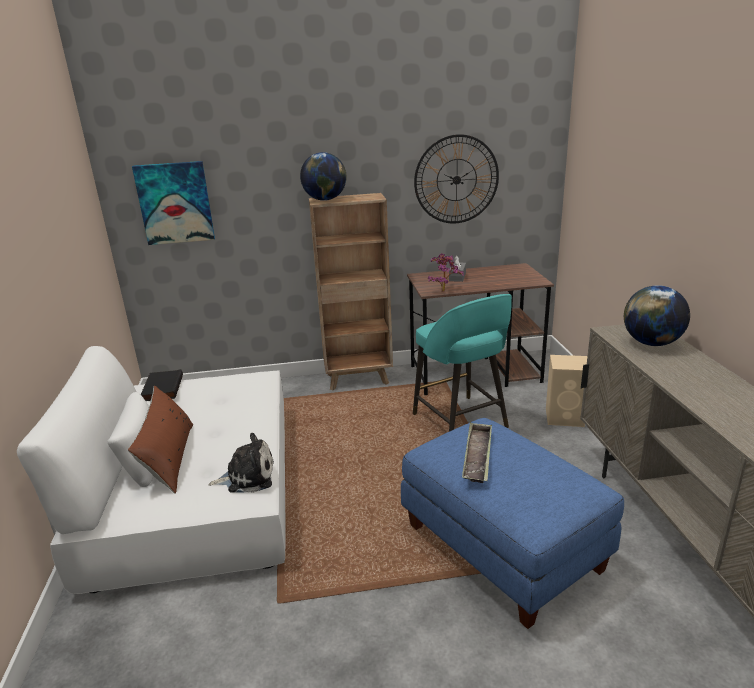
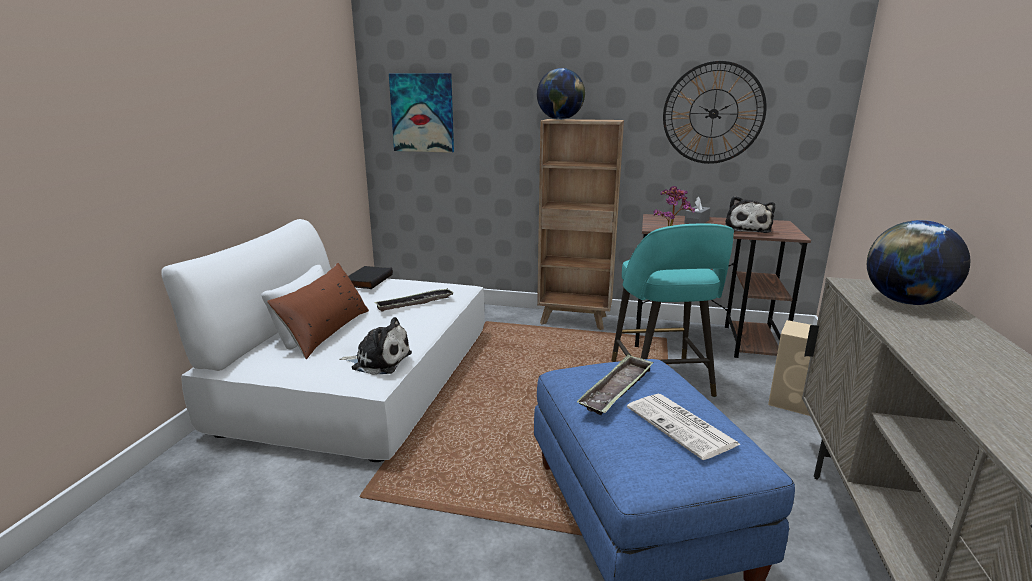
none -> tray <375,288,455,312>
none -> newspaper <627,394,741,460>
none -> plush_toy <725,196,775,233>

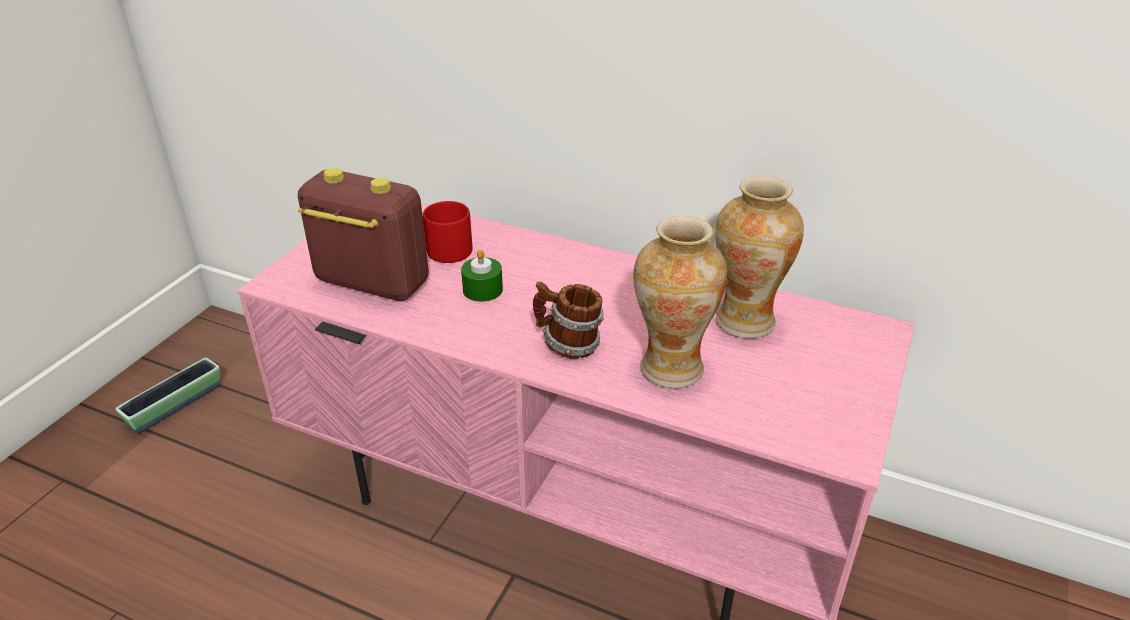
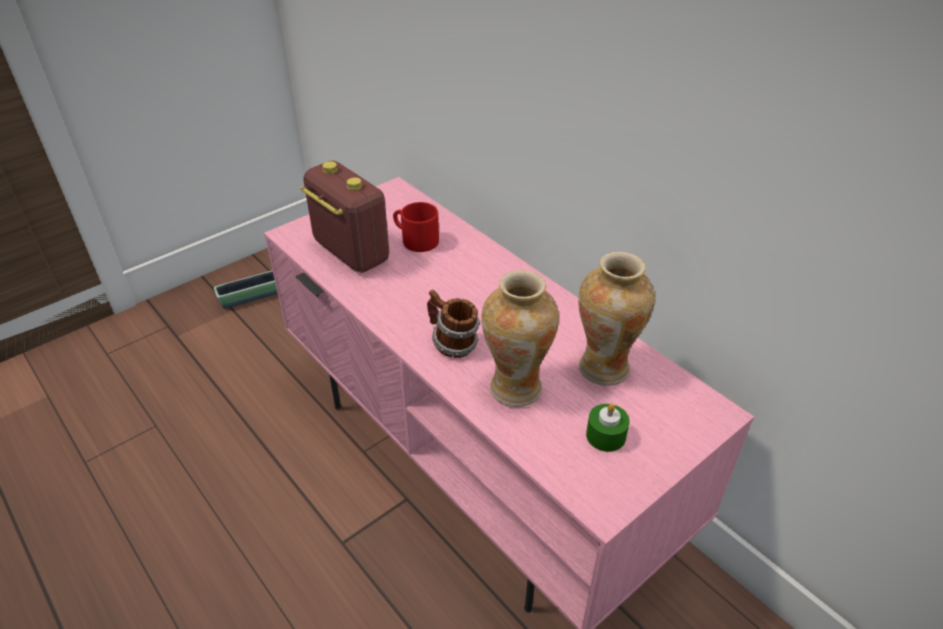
green_candle <461,249,503,302> -> green_candle <586,404,630,452>, moved

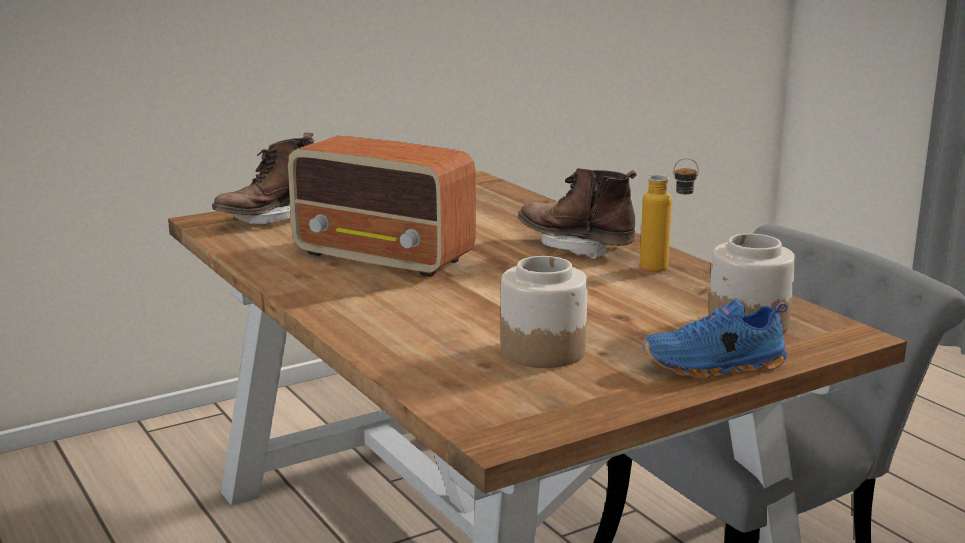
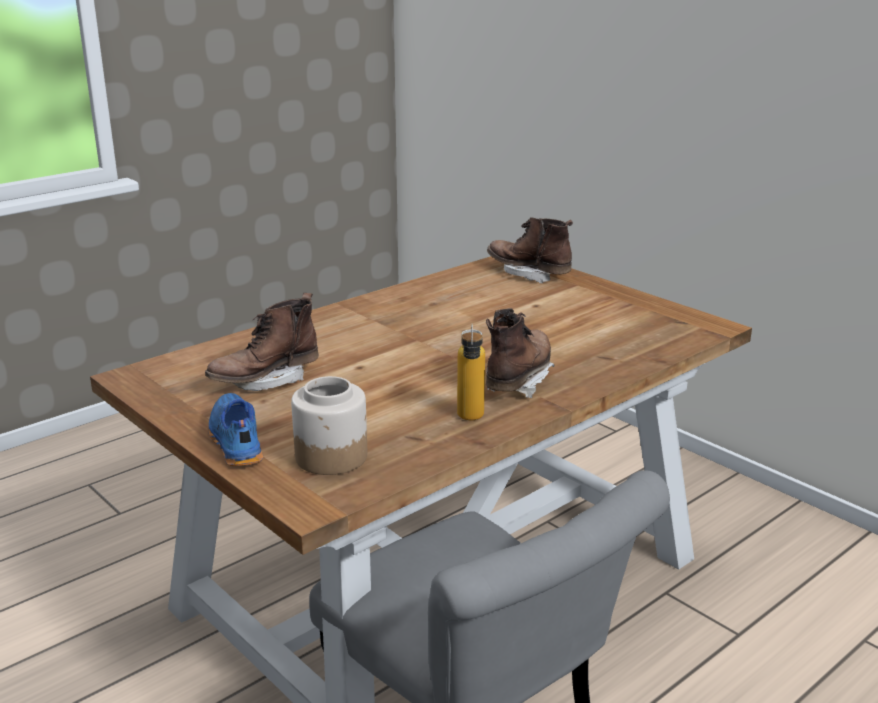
radio <288,136,476,277> -> none
jar <501,256,588,368> -> brown_boot <205,293,319,391>

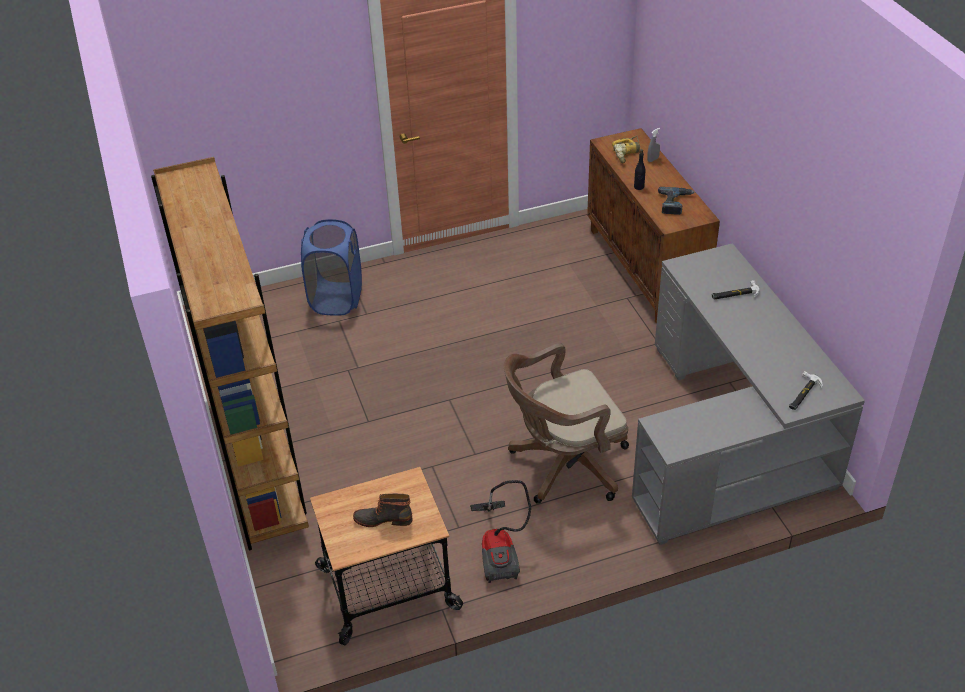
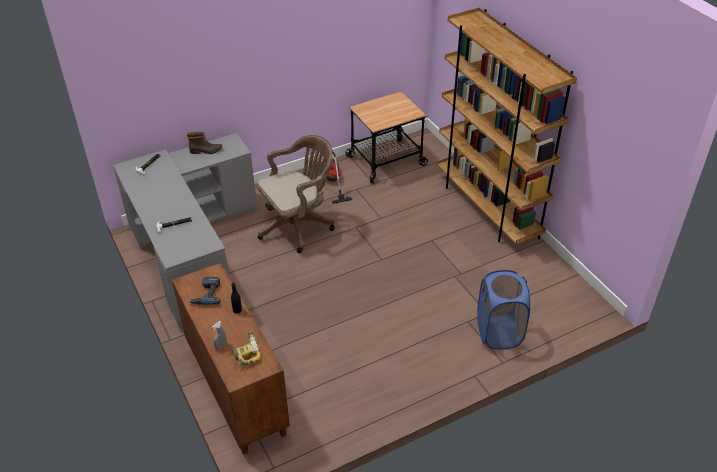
boot <353,494,413,527> -> boot <187,132,222,154>, moved

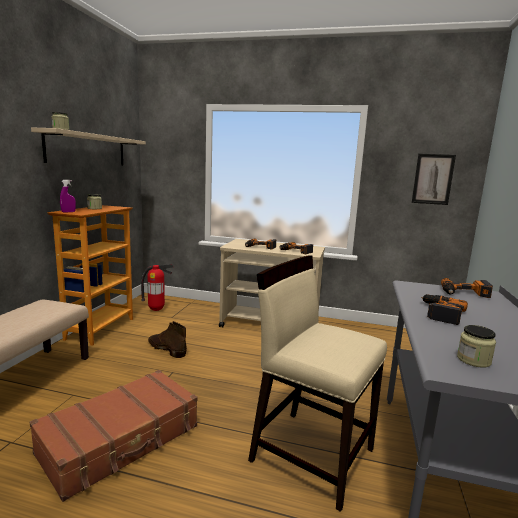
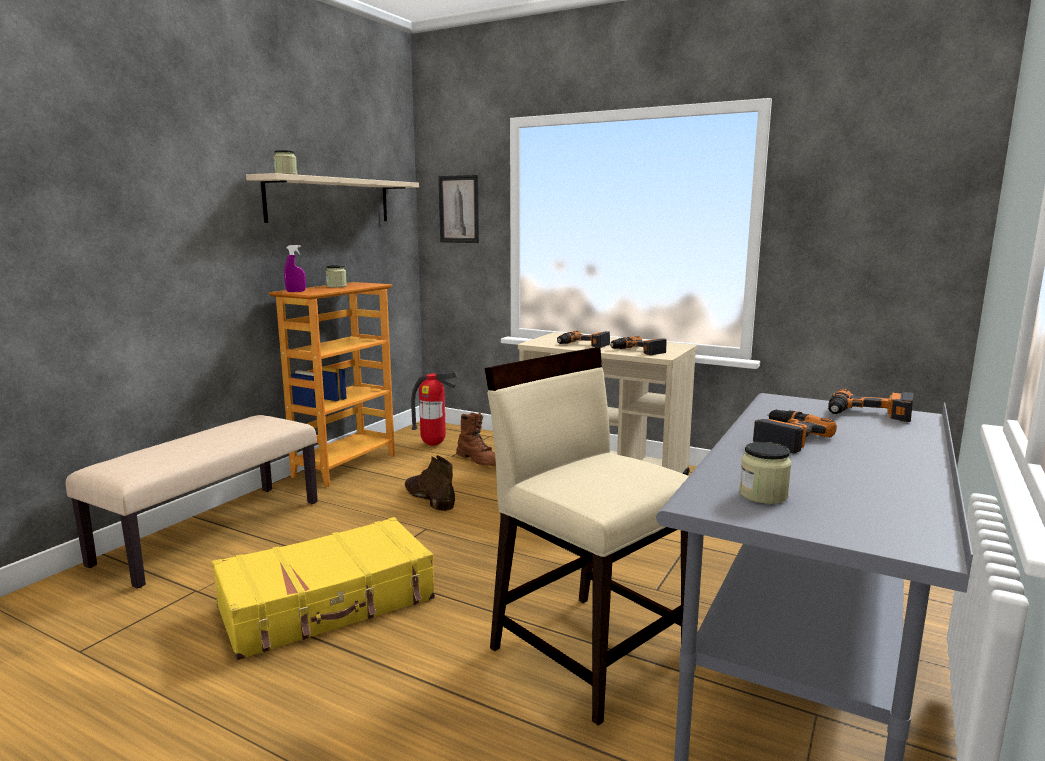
none -> brown_boot <456,412,496,466>
picture <412,154,456,205> -> picture <438,175,479,243>, moved
brown_suitcase <30,370,197,502> -> yellow_suitcase <212,517,435,660>

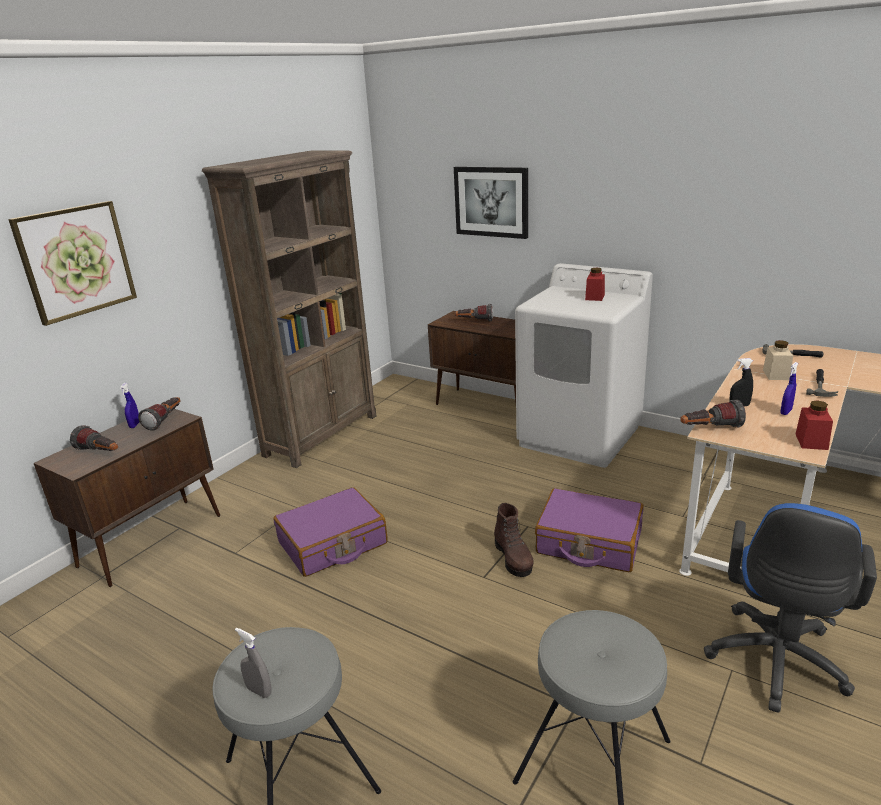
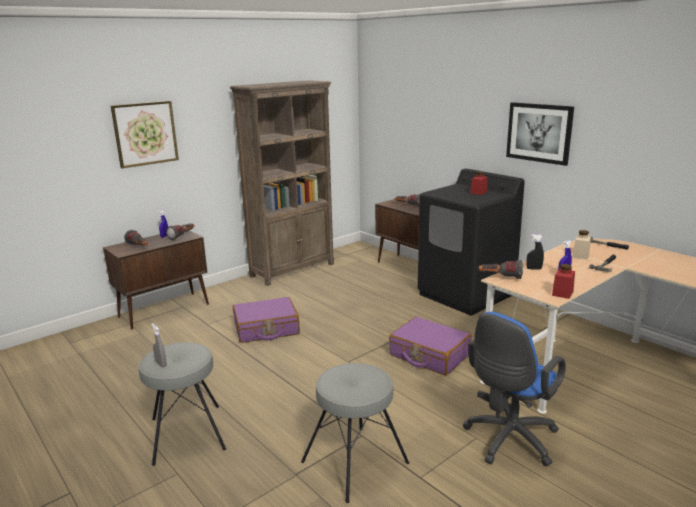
brown_boot <494,503,534,577> -> none
picture <454,167,528,239> -> picture <506,102,574,166>, moved
white_washing_machine <515,263,653,468> -> black_washing_machine <418,169,525,315>

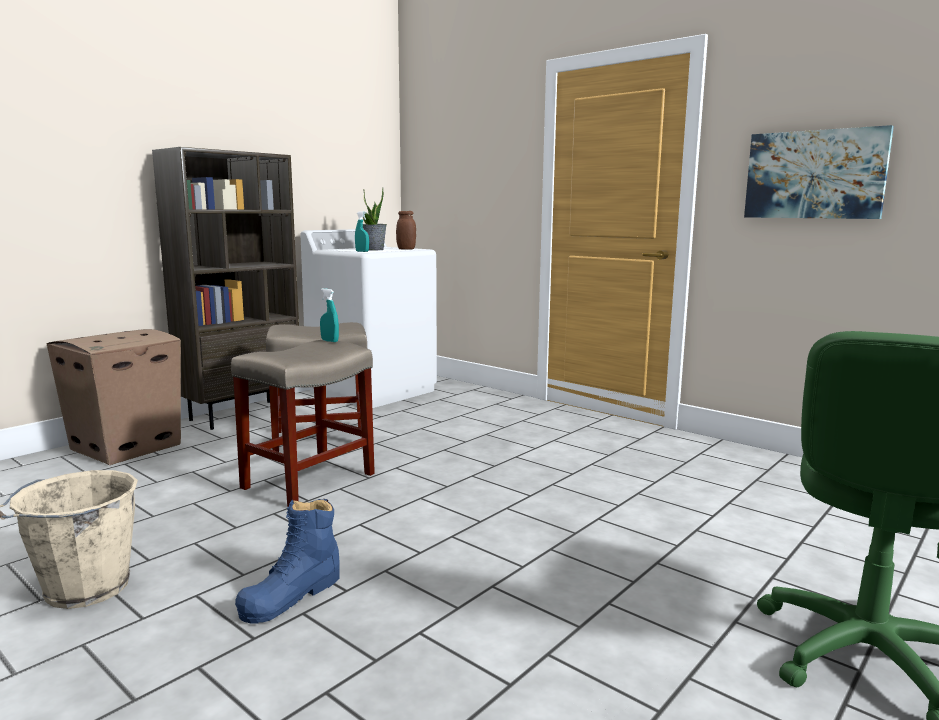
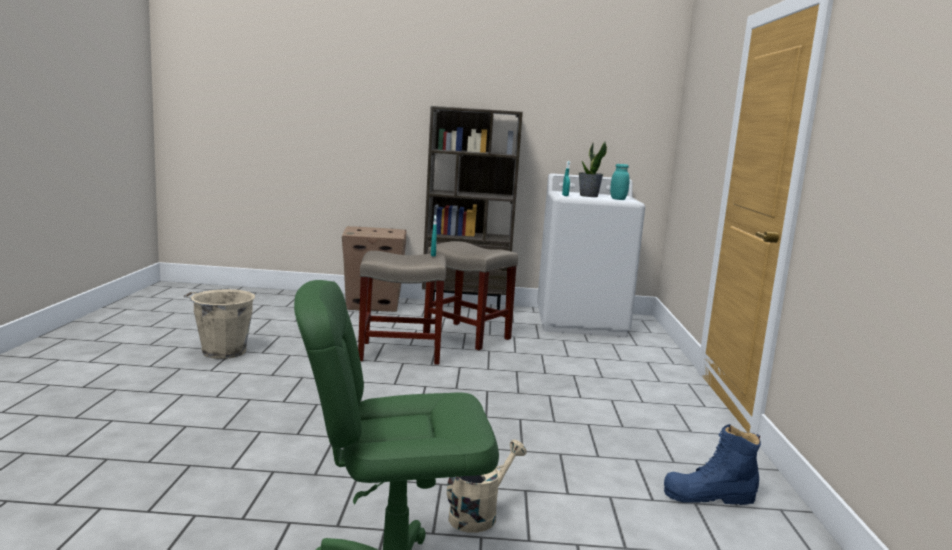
picture <744,125,894,219> -> none
none -> beige_watering_can <447,439,527,533>
blue_boot <235,499,340,624> -> blue_boot <664,424,761,505>, moved
brown_jar <396,211,416,250> -> turquoise_jar <610,164,630,200>

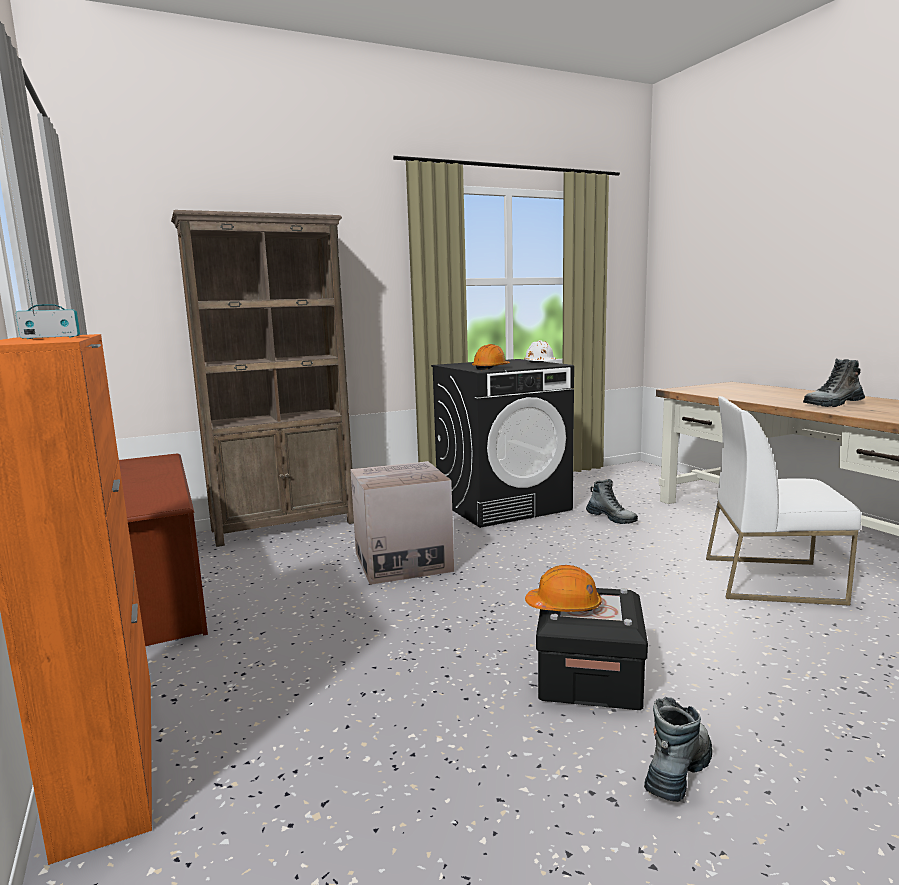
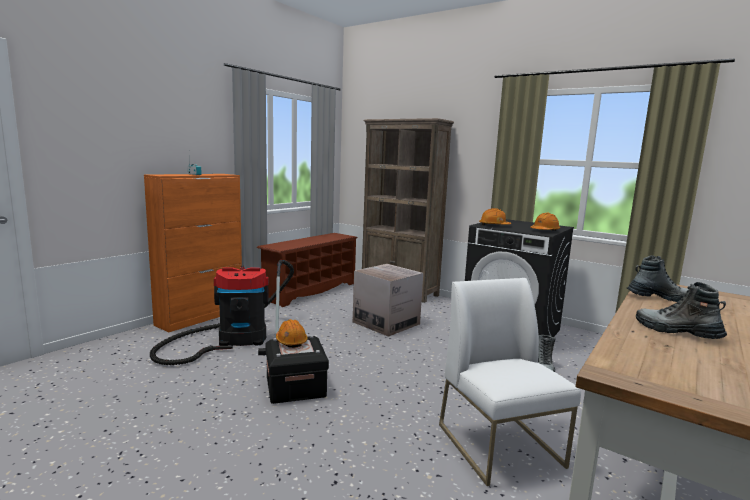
none -> vacuum_cleaner <150,260,294,365>
boot <644,697,712,802> -> boot <627,255,689,302>, moved
white_hard_hat <524,340,556,363> -> orange_hard_hat <530,213,560,231>

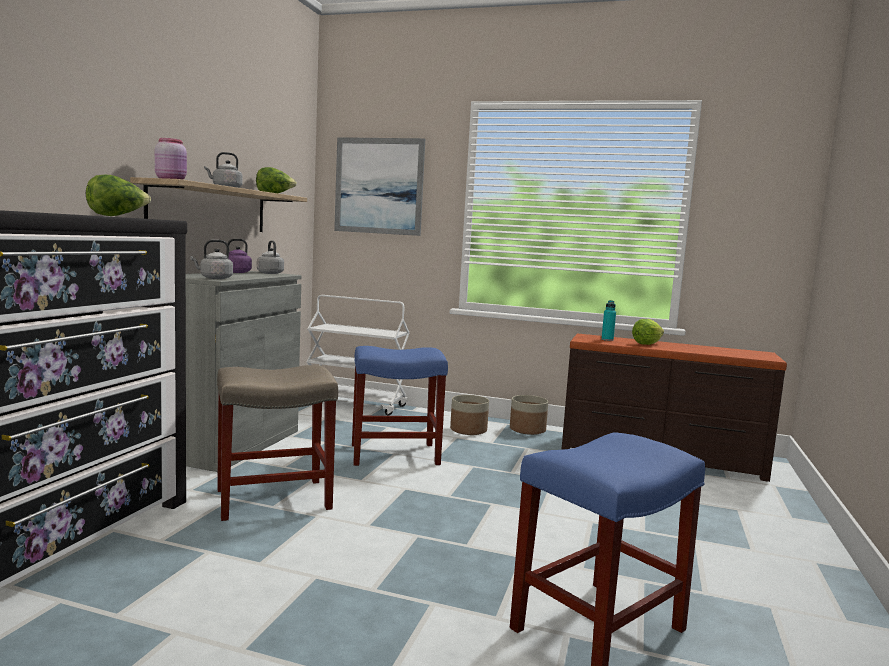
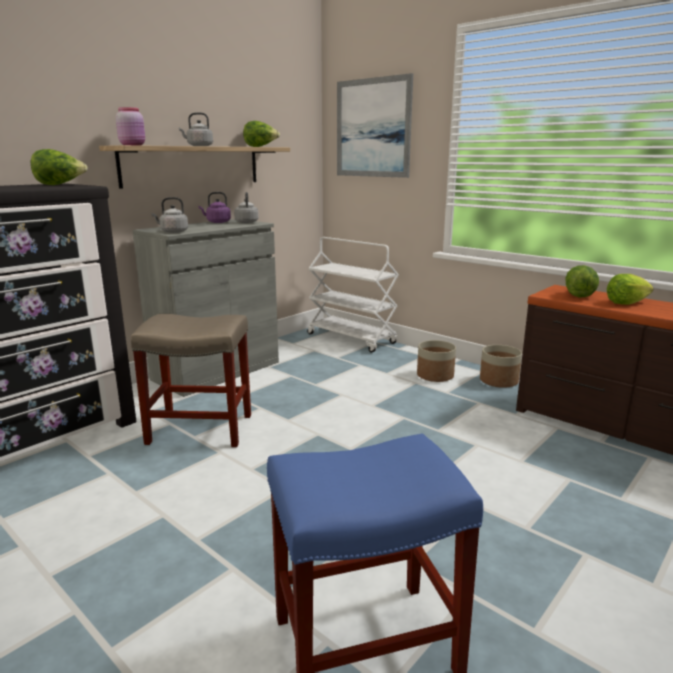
blue_stool <352,346,448,466> -> none
turquoise_bottle <602,300,616,341> -> lettuce <565,265,599,297>

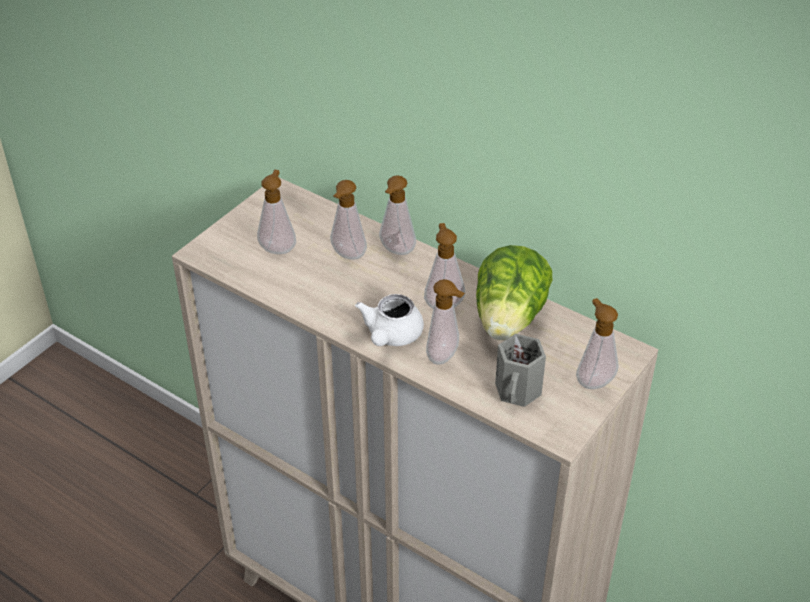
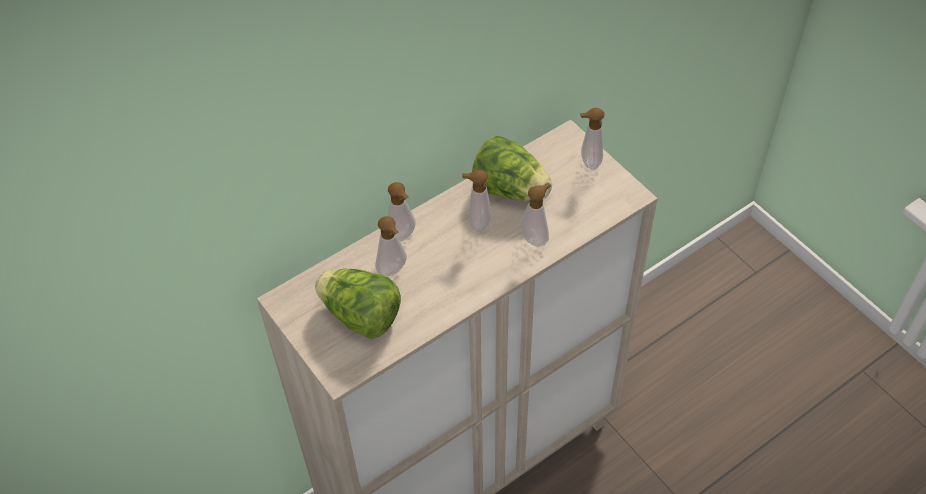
white_teapot <355,294,424,346> -> none
grey_mug <495,334,546,407> -> none
soap_dispenser <257,170,296,254> -> lettuce <315,269,401,339>

